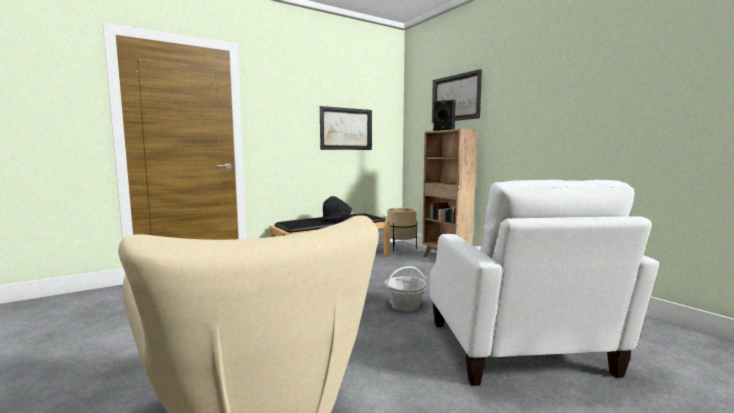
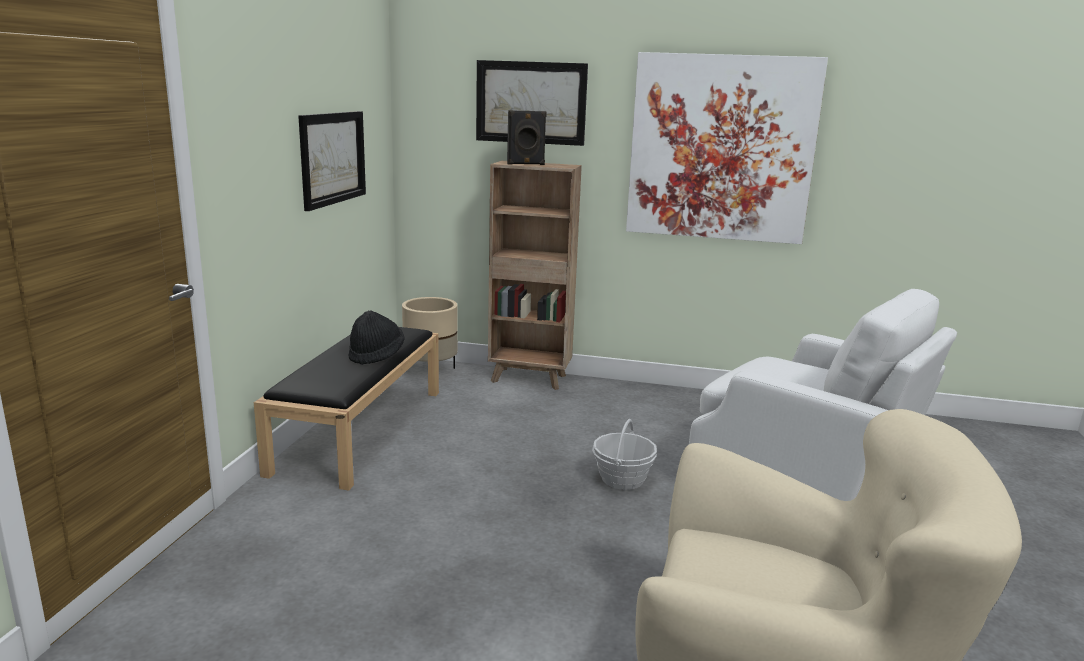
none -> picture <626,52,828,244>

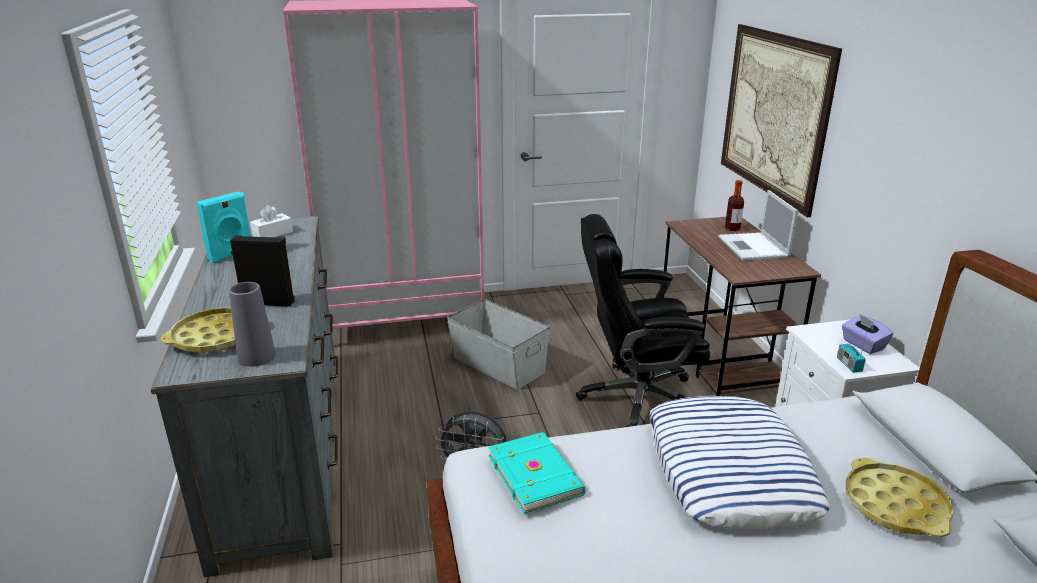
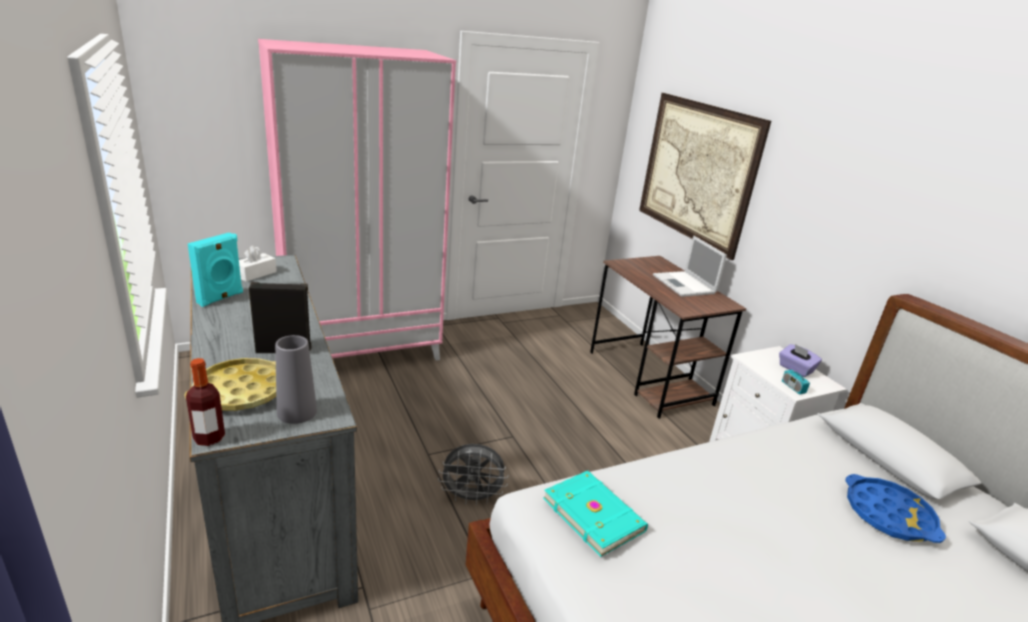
grey_storage_box <447,299,550,390> -> none
black_office_chair <576,214,710,427> -> none
pillow <650,396,830,529> -> none
bottle <725,180,744,231> -> bottle <186,358,225,446>, moved
yellow_tray <846,457,954,537> -> blue_tray <845,474,946,543>

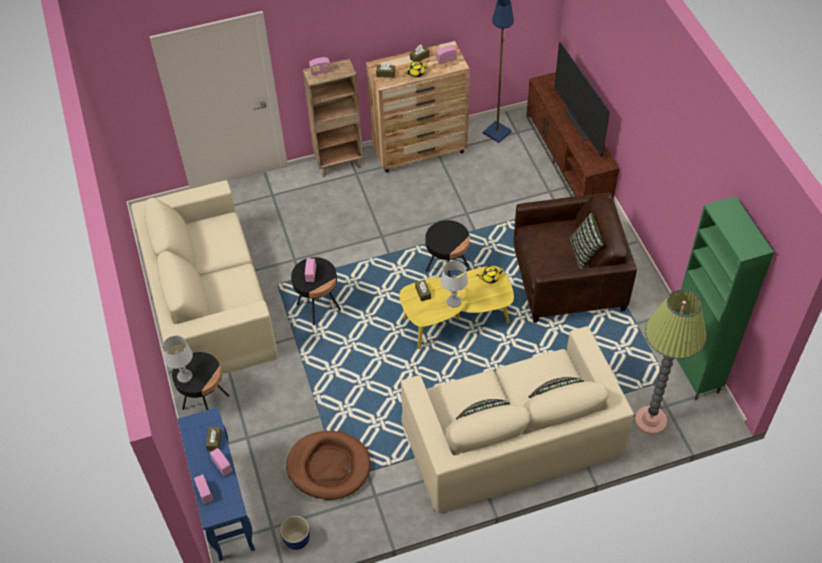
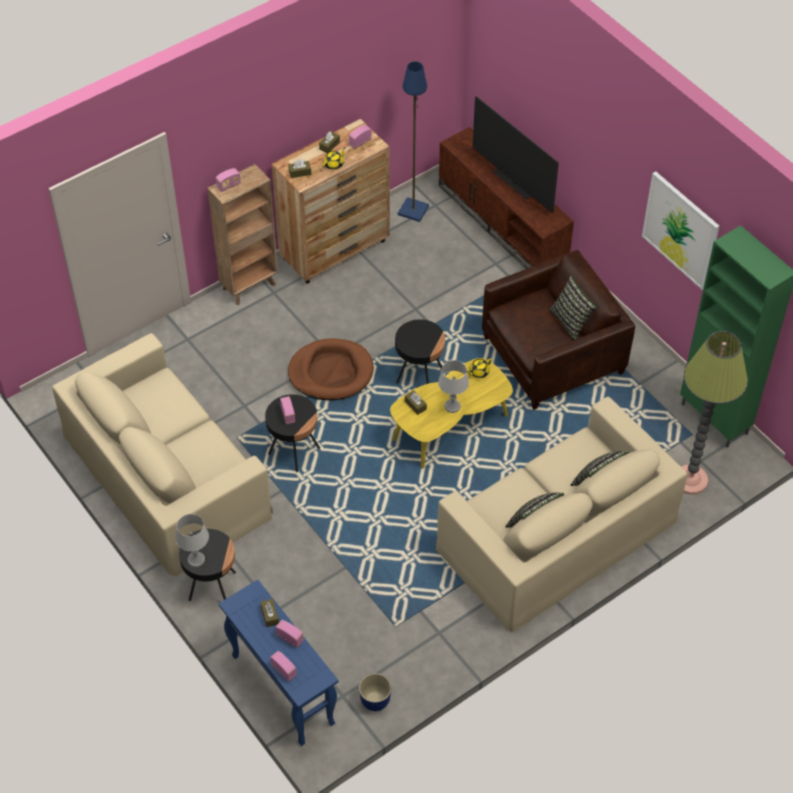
none -> picture <642,171,719,290>
brown_dog_bed <286,431,370,500> -> brown_dog_bed <288,338,374,400>, moved

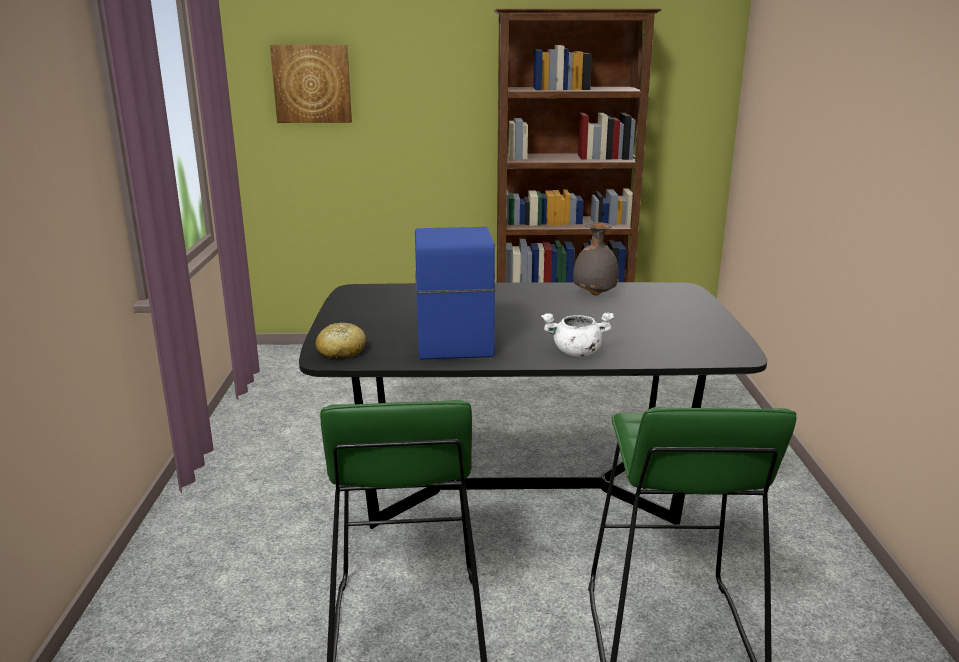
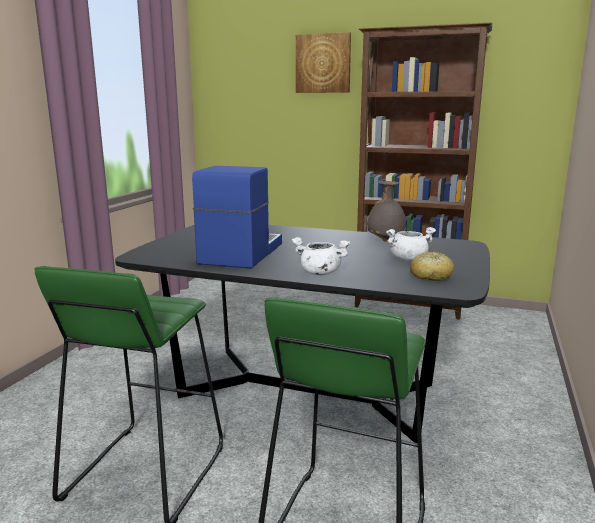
none -> white_cooking_pot <386,227,436,261>
picture <270,45,352,123> -> picture <296,32,351,93>, moved
bread <316,323,366,358> -> bread <410,251,454,281>, moved

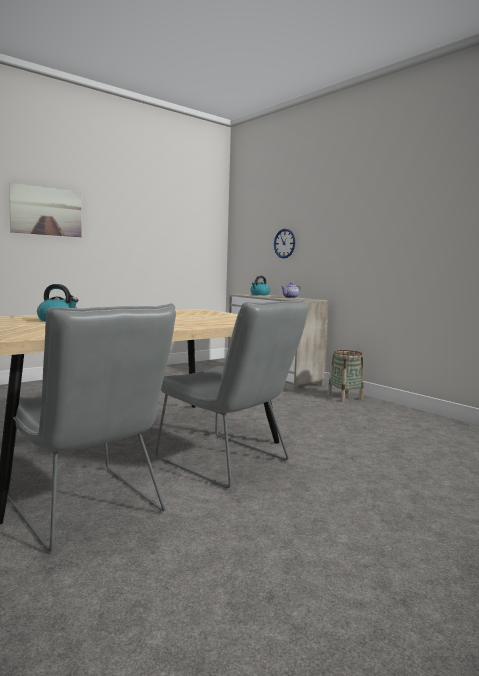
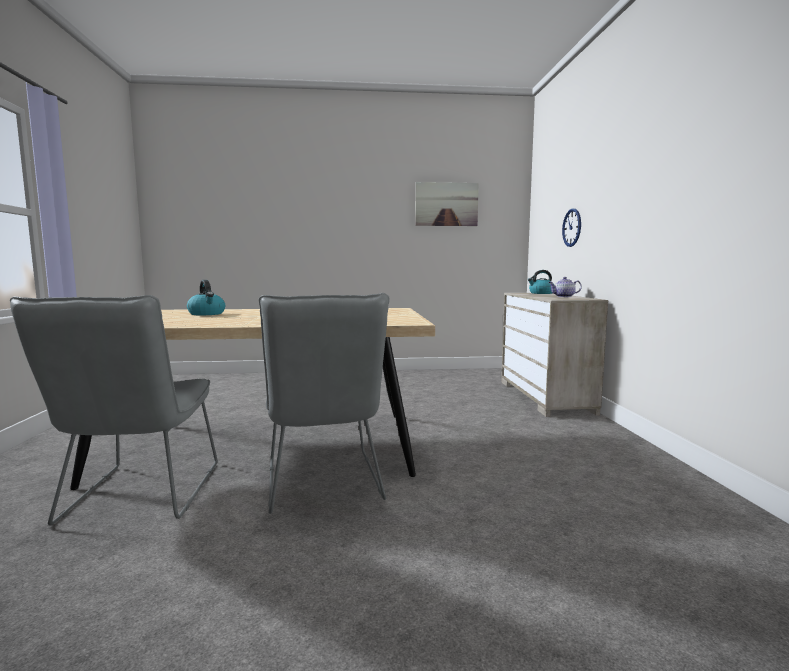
basket <327,350,363,402> -> none
picture <9,183,82,237> -> picture <415,182,479,226>, moved

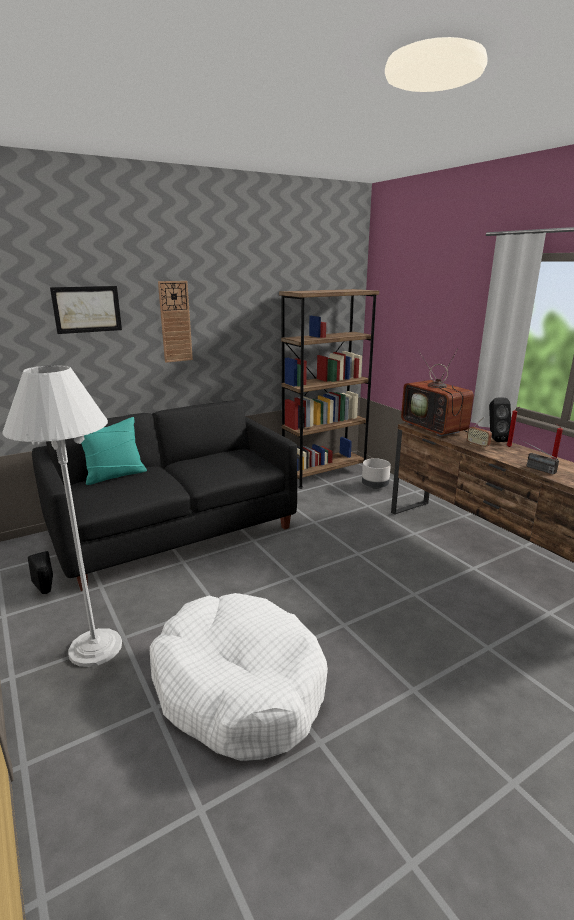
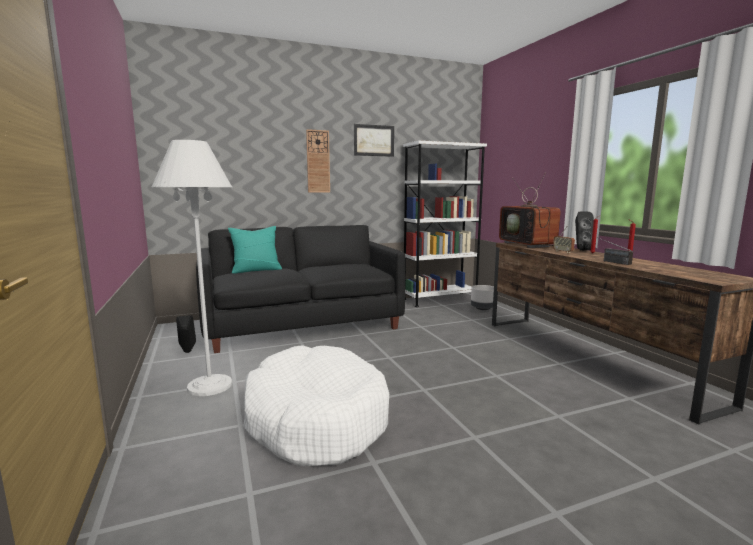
picture <50,286,122,334> -> picture <354,124,394,157>, moved
brown_bookcase <279,289,379,489> -> white_bookcase <403,140,487,307>

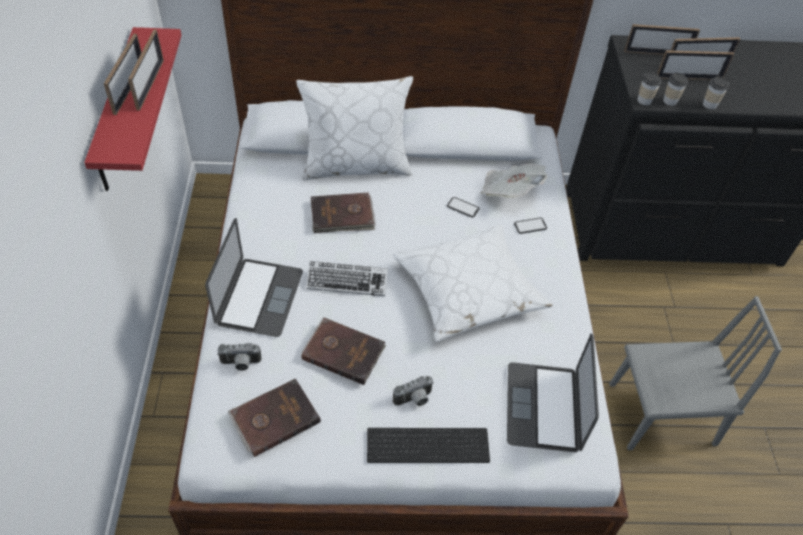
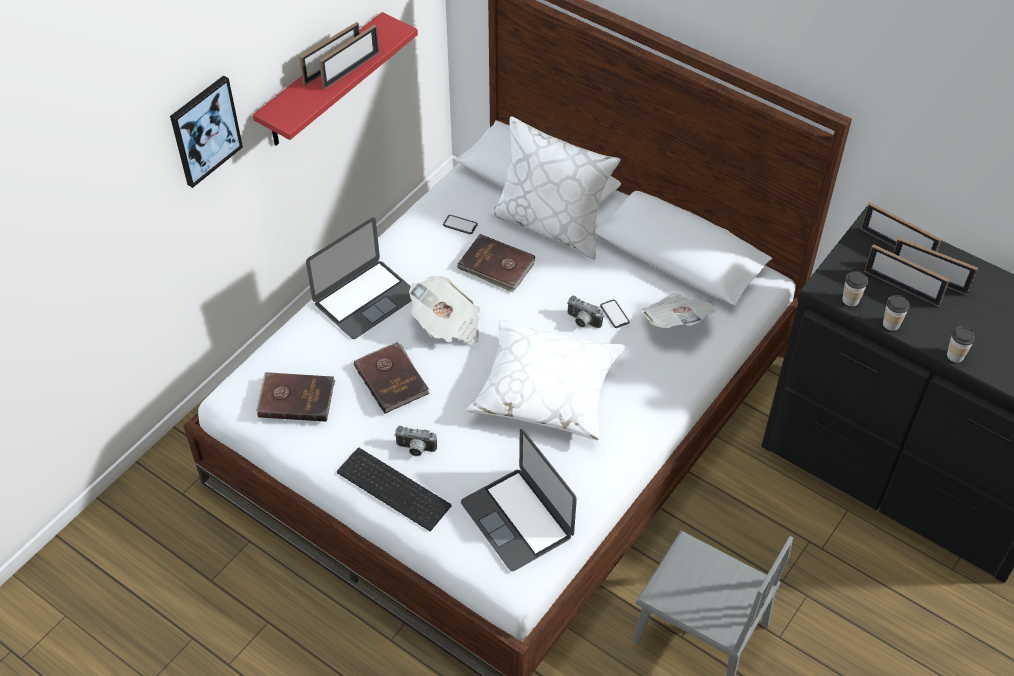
none -> picture <170,76,243,188>
photo_camera <217,343,262,371> -> photo_camera <567,296,604,328>, moved
phone <514,218,547,234> -> phone <443,215,478,234>, moved
cup <637,72,662,105> -> cup <947,327,975,363>, moved
keyboard <306,261,388,296> -> newspaper <409,276,480,344>
laptop <507,334,599,453> -> laptop <461,429,577,571>, 75 degrees counterclockwise

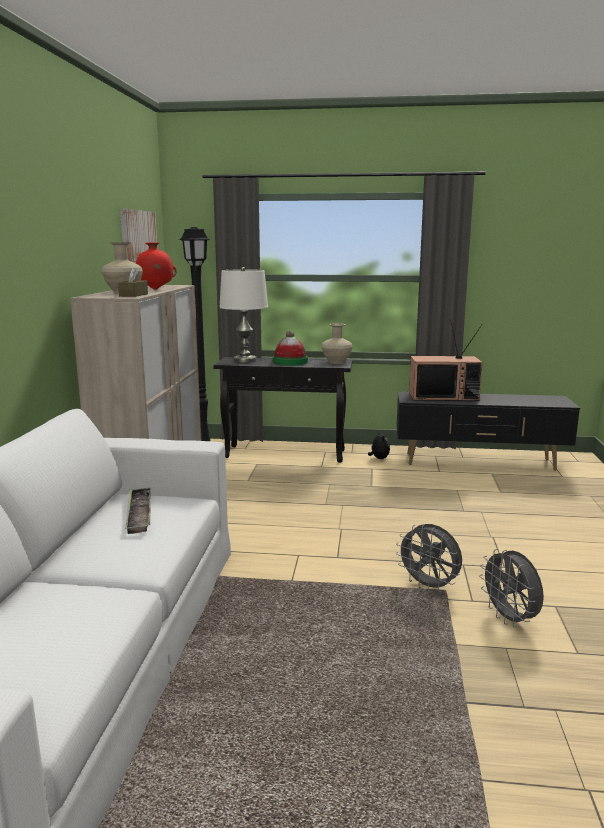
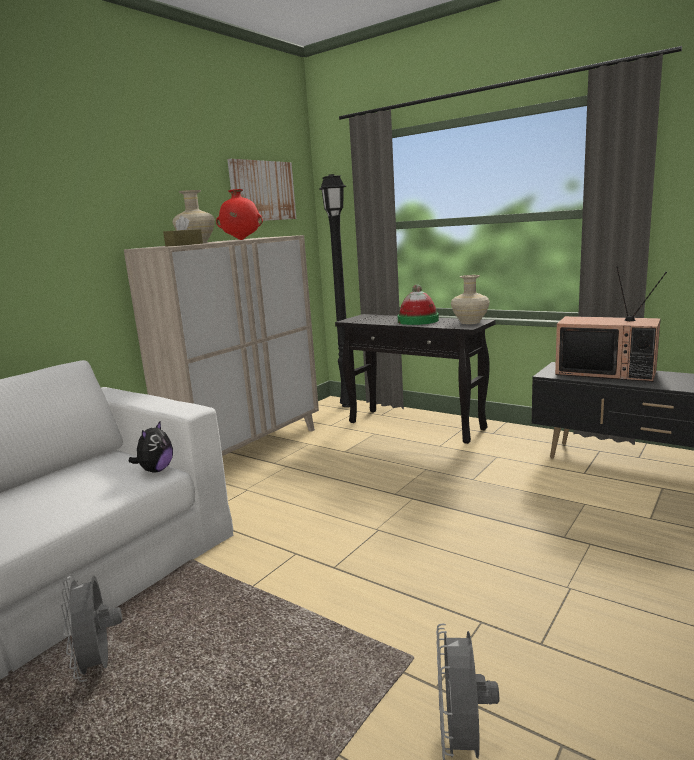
tray <125,487,151,534> -> none
white_table_lamp <219,267,268,363> -> none
plush_toy <368,431,390,459> -> plush_toy <128,420,173,473>, moved
grey_fan <396,524,462,592> -> grey_fan <61,574,122,682>, moved

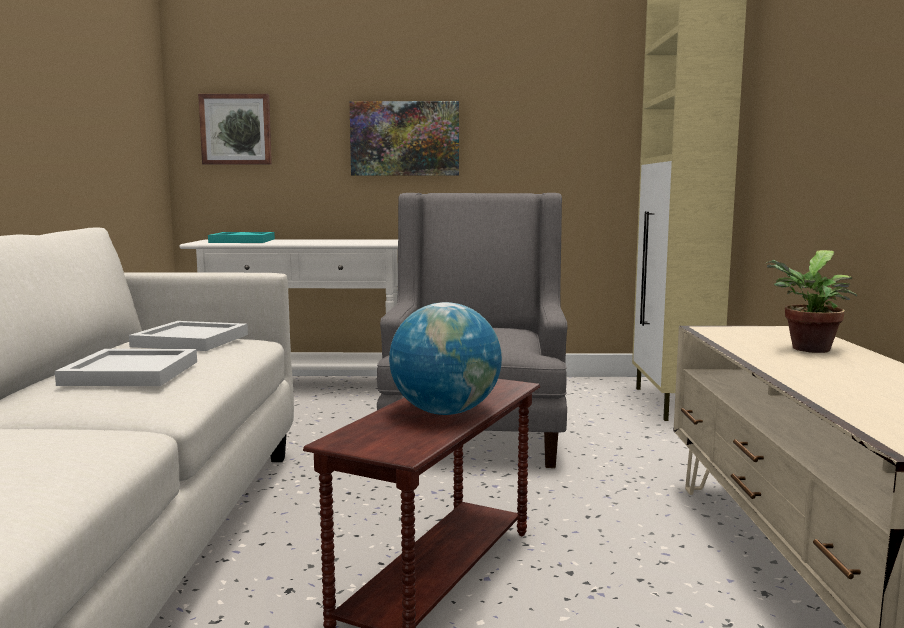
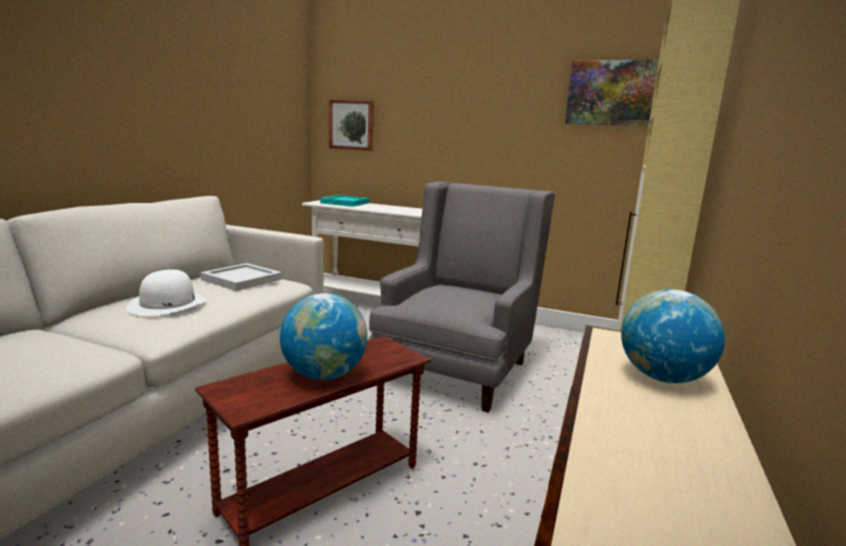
picture <349,101,459,176> -> picture <565,60,659,126>, moved
white_tray <55,349,197,386> -> white_hat <126,269,206,316>
potted_plant <766,250,858,353> -> globe <621,289,725,383>

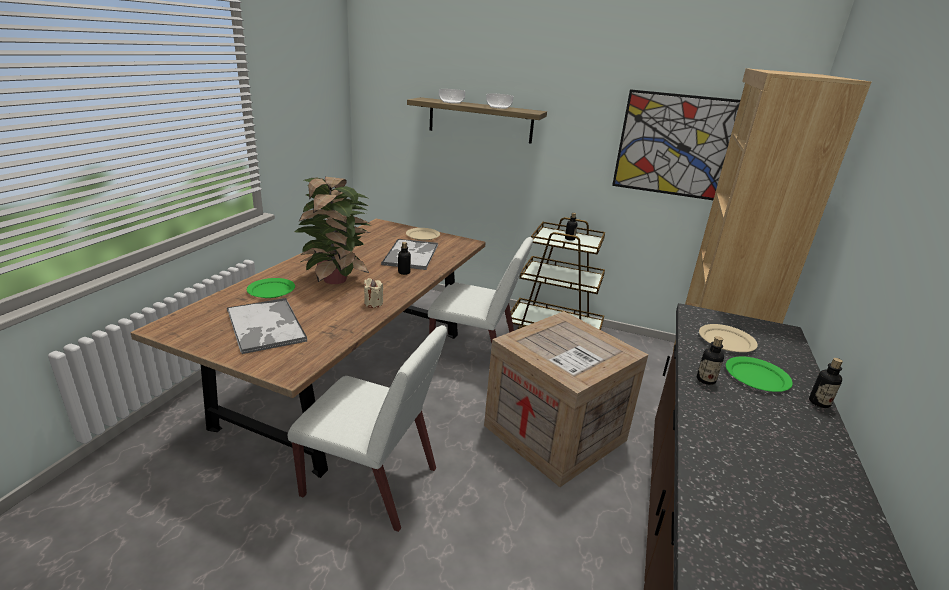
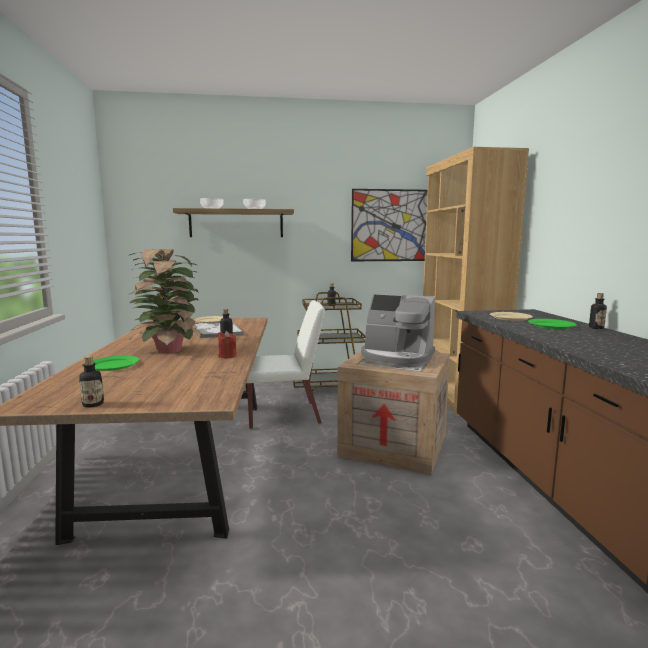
tray <227,298,307,354> -> none
white_chair <288,325,447,532> -> none
none -> coffee_machine <361,294,435,368>
bottle <697,336,724,385> -> bottle <79,356,104,408>, moved
beige_candle <364,278,383,308> -> red_candle <218,331,237,358>

